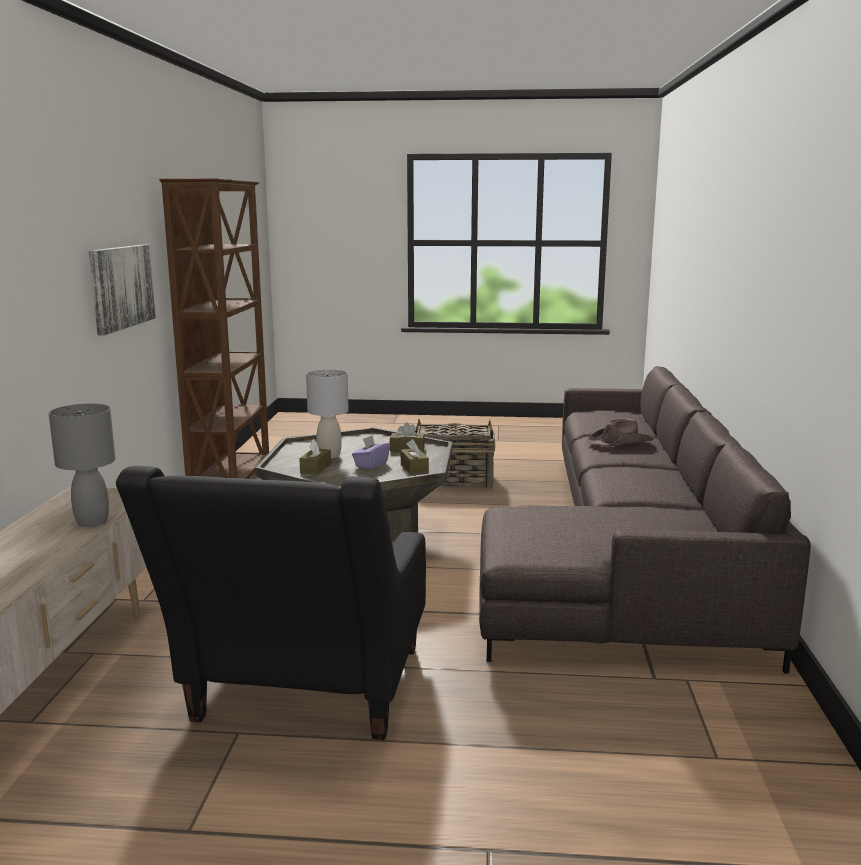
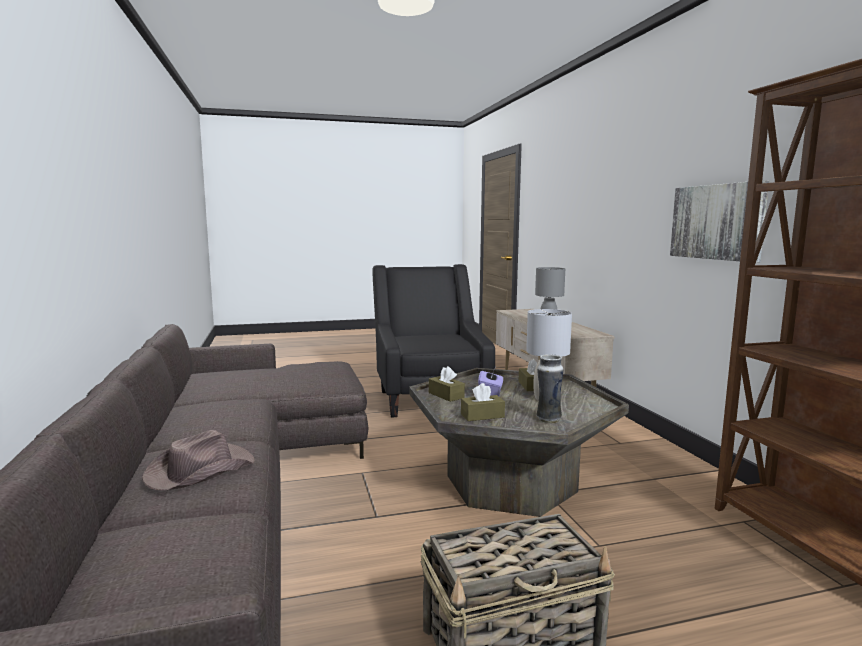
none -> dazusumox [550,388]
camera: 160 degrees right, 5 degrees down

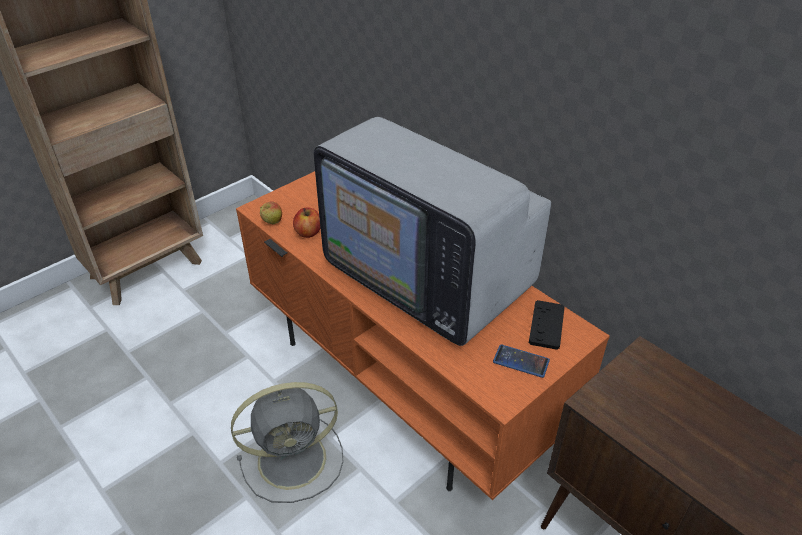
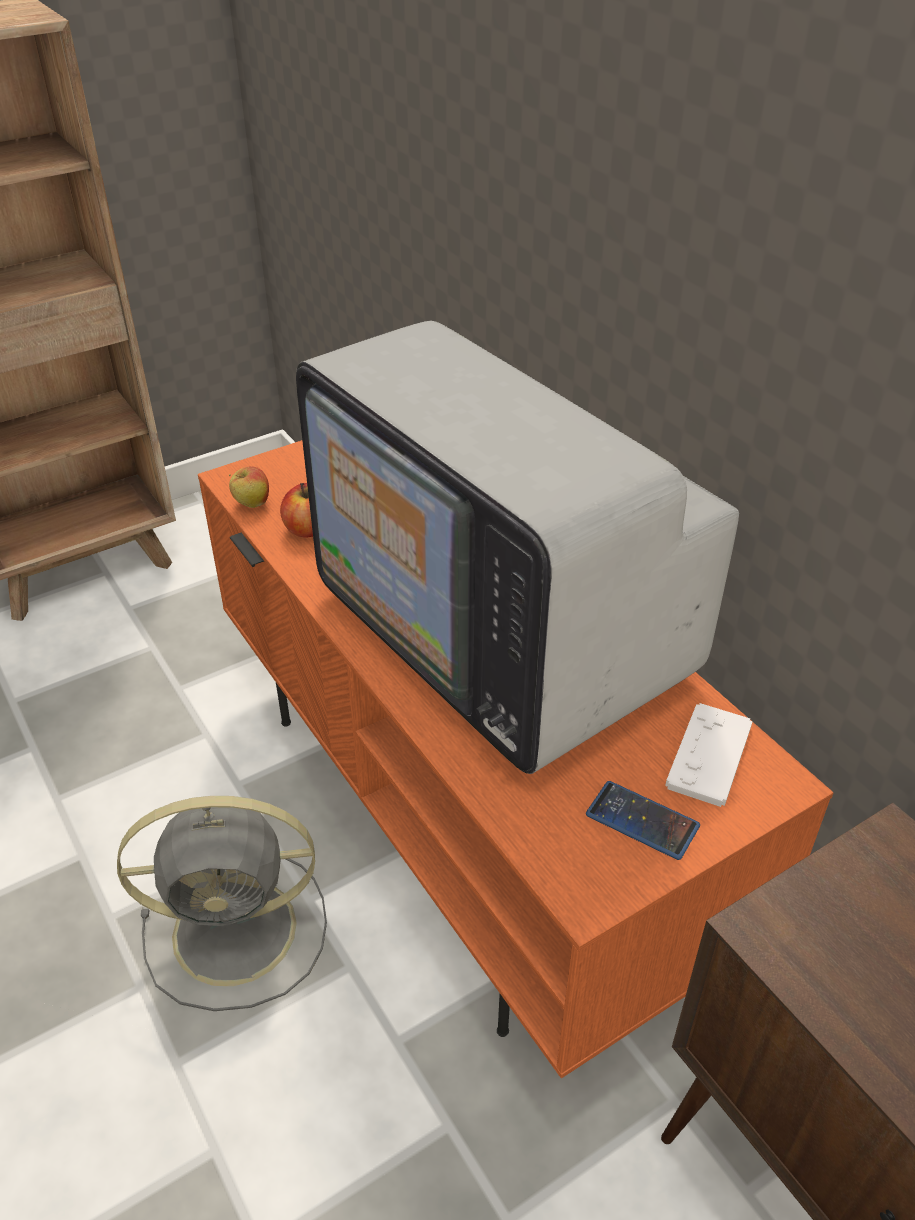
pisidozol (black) [547,325] -> pisidozol (white) [709,755]
camera: 10 degrees right, 0 degrees up

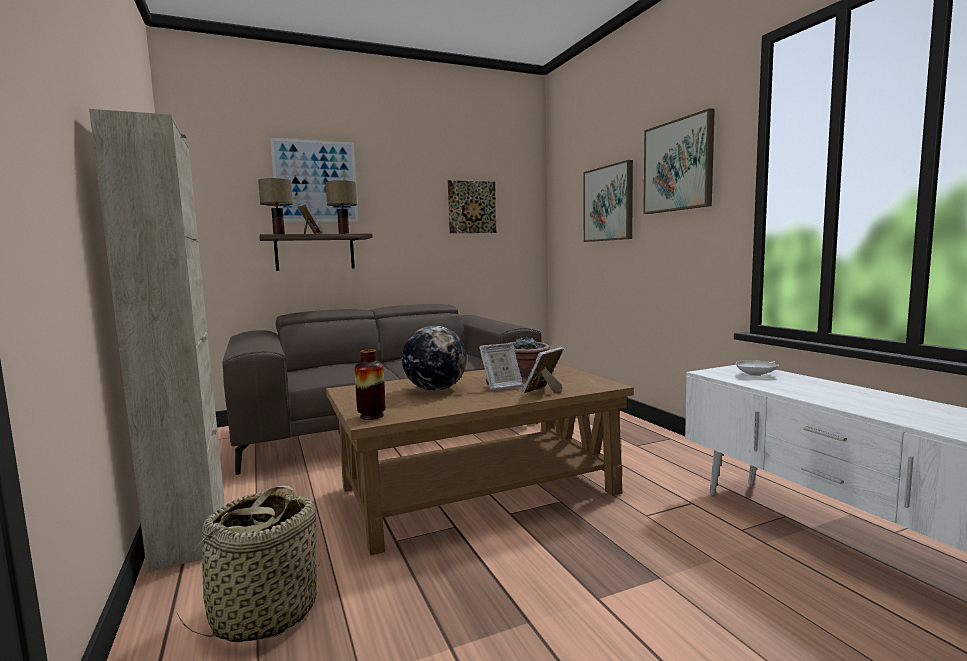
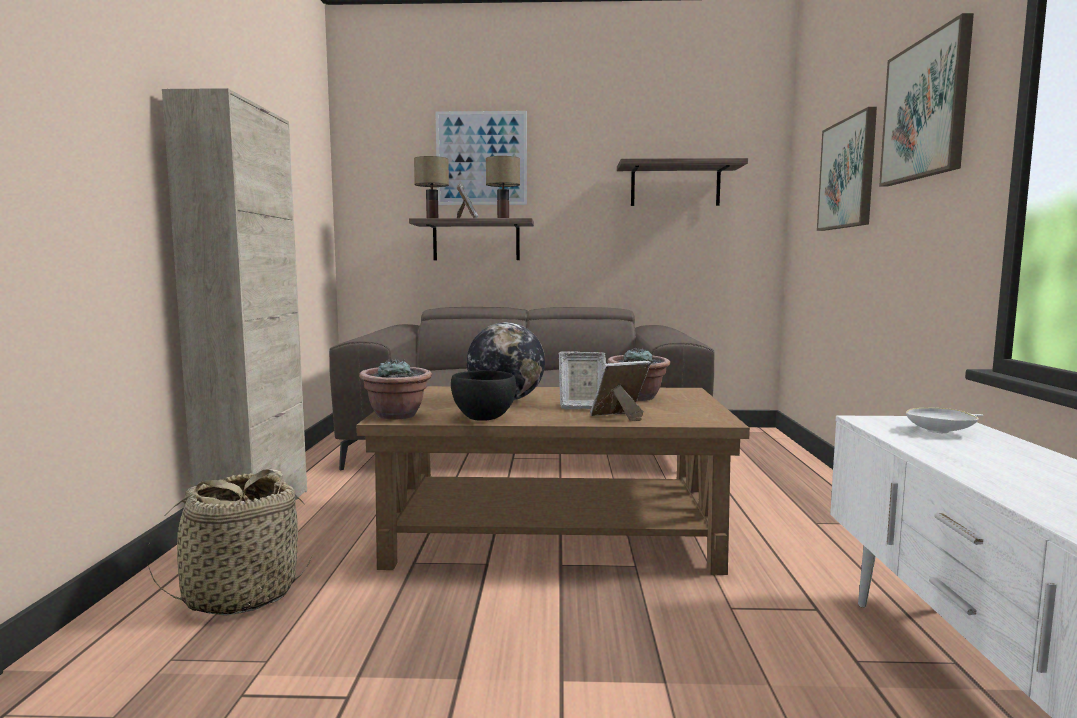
dazusumox [370,384] -> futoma [395,389]
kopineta [472,206] -> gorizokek [682,182]
none -> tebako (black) [483,395]
camera: 25 degrees right, 0 degrees up

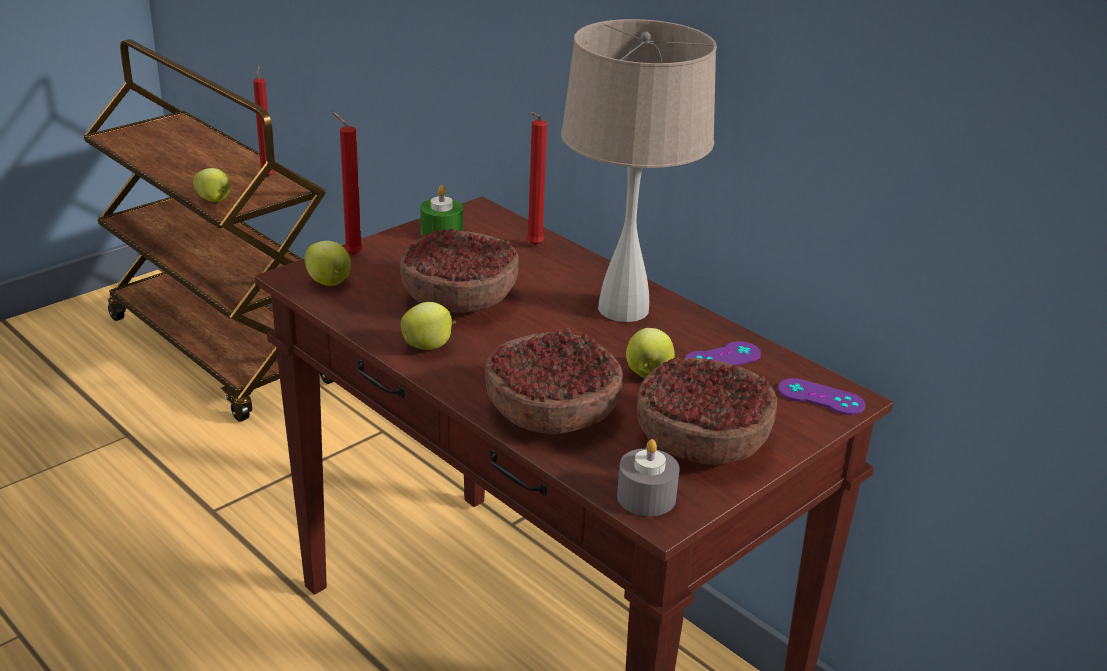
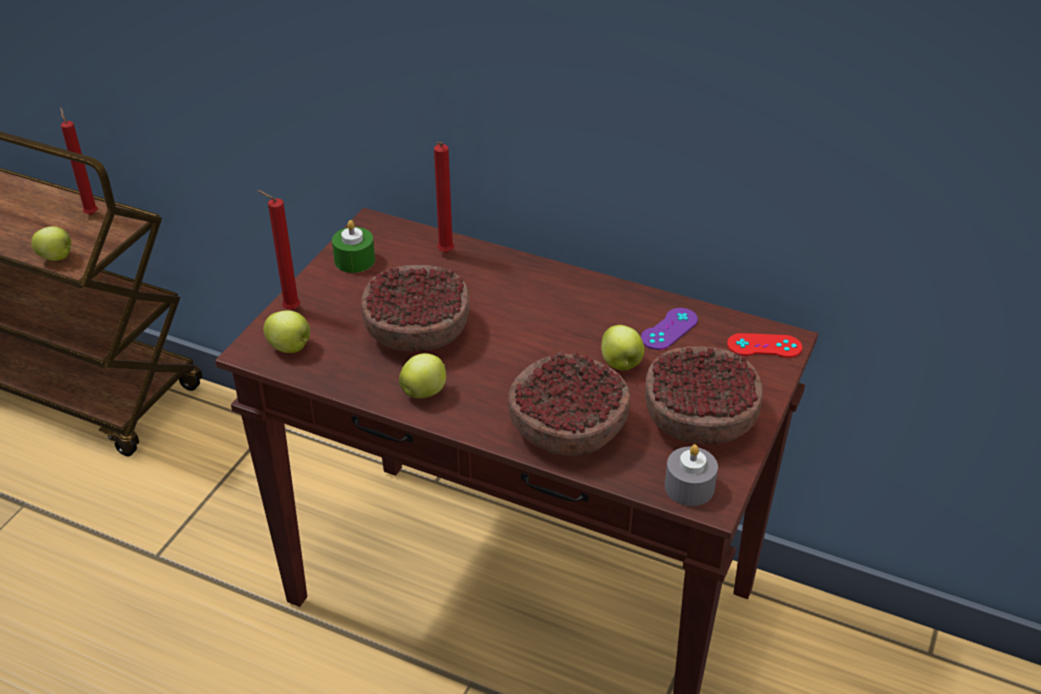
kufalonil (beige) [639,170] -> none
pisidozol (purple) [821,396] -> pisidozol (red) [764,345]
camera: 20 degrees left, 10 degrees up

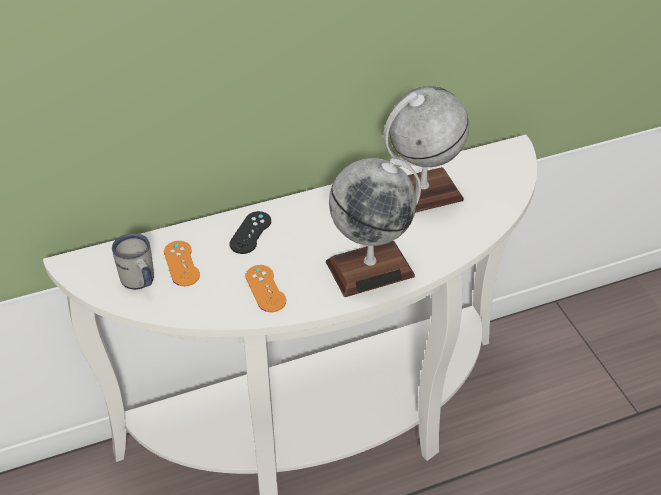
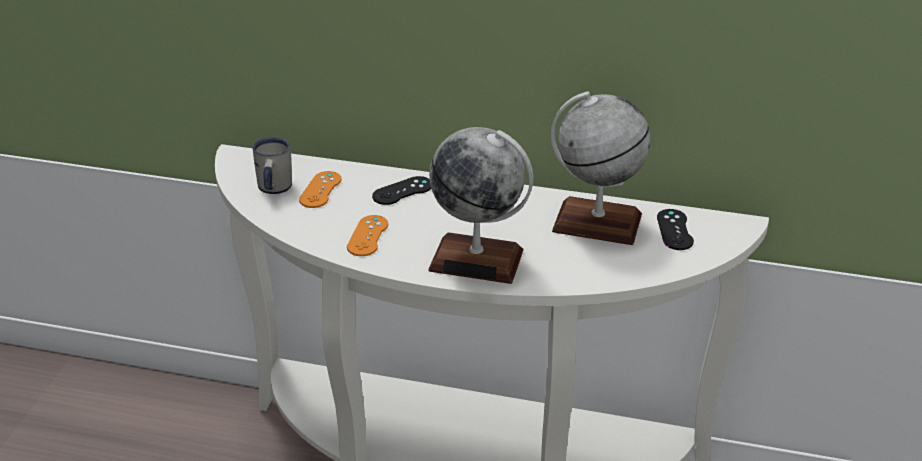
none -> pisidozol (black) [675,229]
camera: 35 degrees right, 10 degrees down

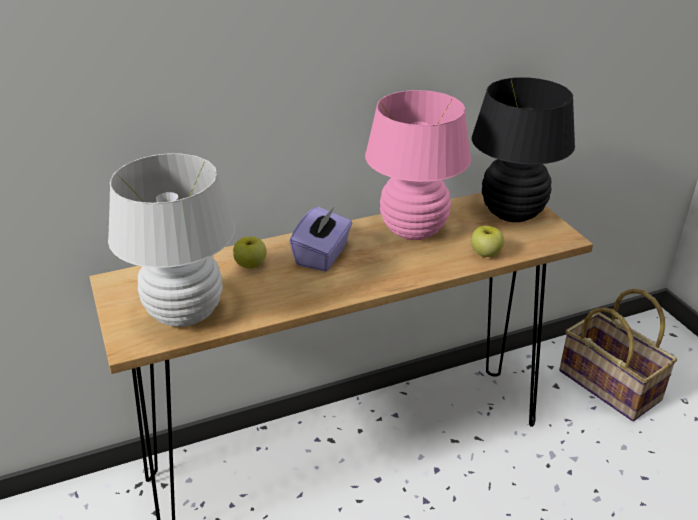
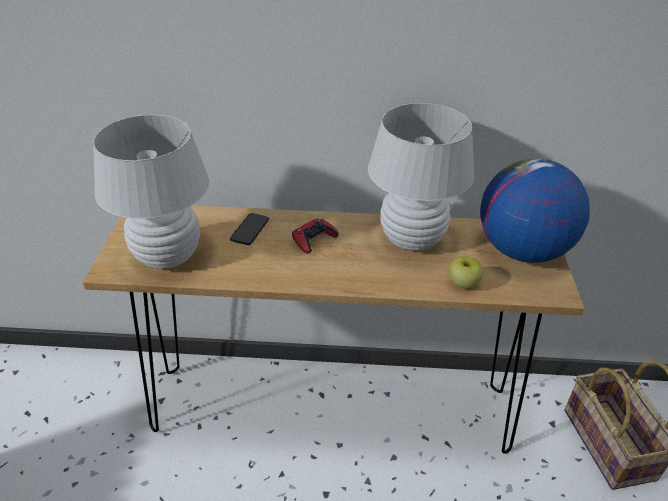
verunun [249,252] -> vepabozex [249,229]
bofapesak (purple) [320,239] -> pisidozol (red) [315,236]
kufalonil (pink) [418,165] -> kufalonil (white) [421,177]
kufalonil (black) [523,149] -> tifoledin [535,211]
camera: 25 degrees right, 5 degrees up

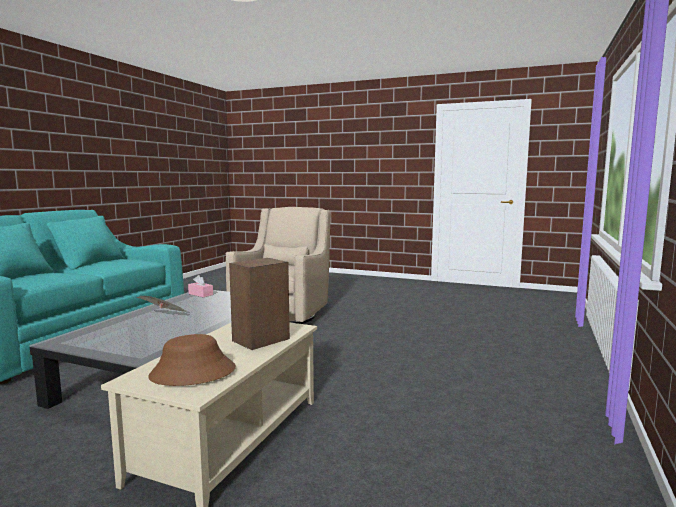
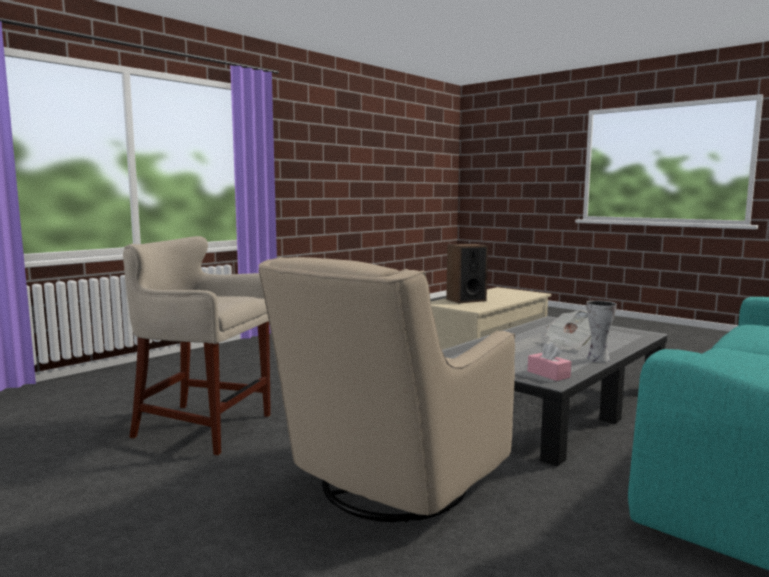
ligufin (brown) [192,360] -> none
none -> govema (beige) [197,346]
none -> dazusumox [602,331]
camera: 160 degrees left, 0 degrees up

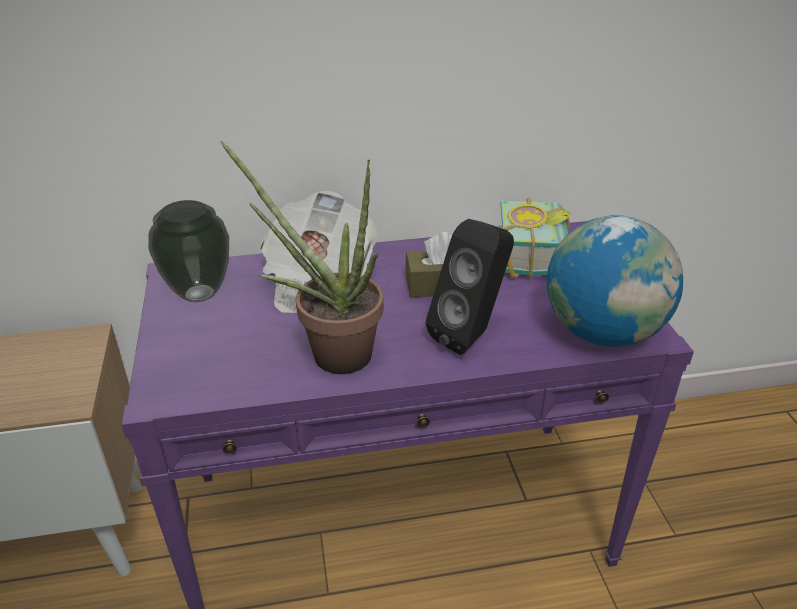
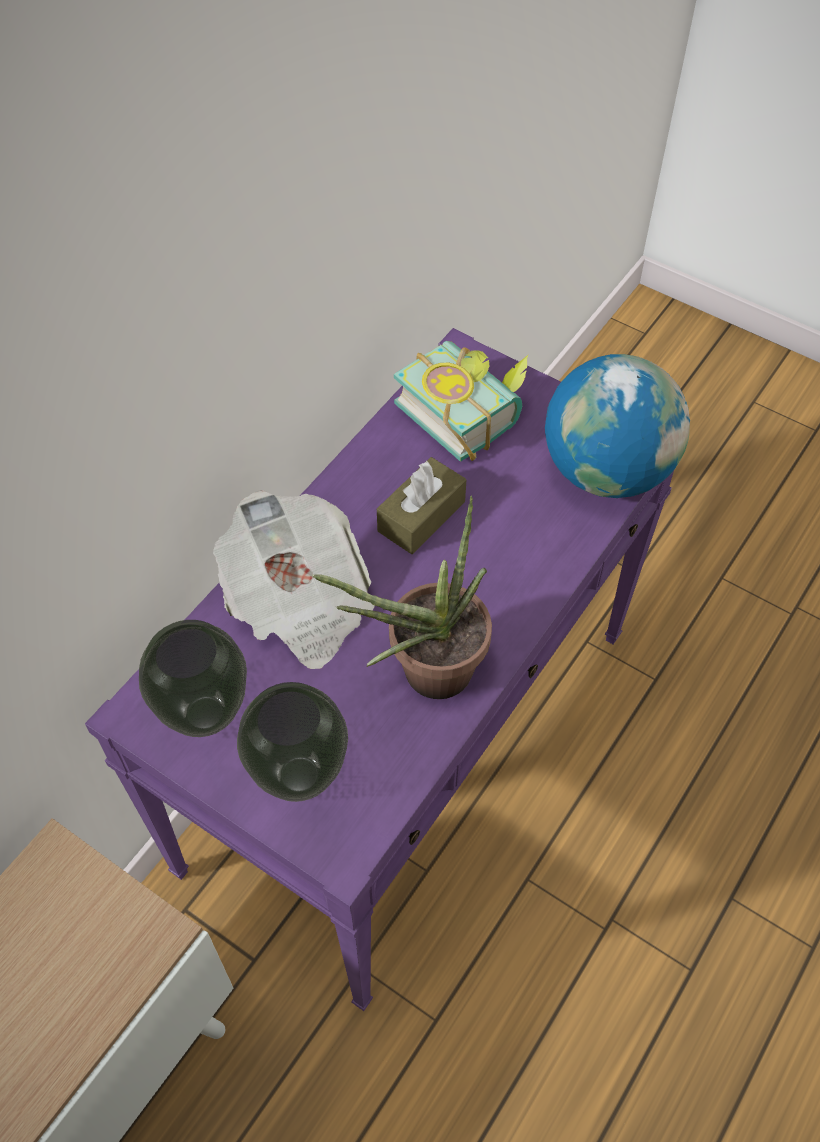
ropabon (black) [470,287] -> none
none -> dazusumox [292,742]
camera: 45 degrees left, 20 degrees up

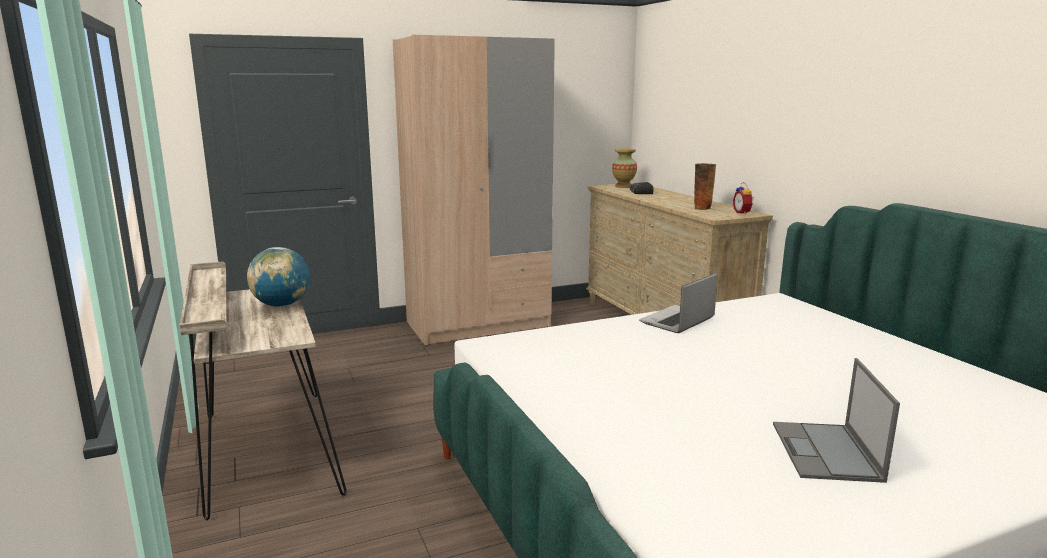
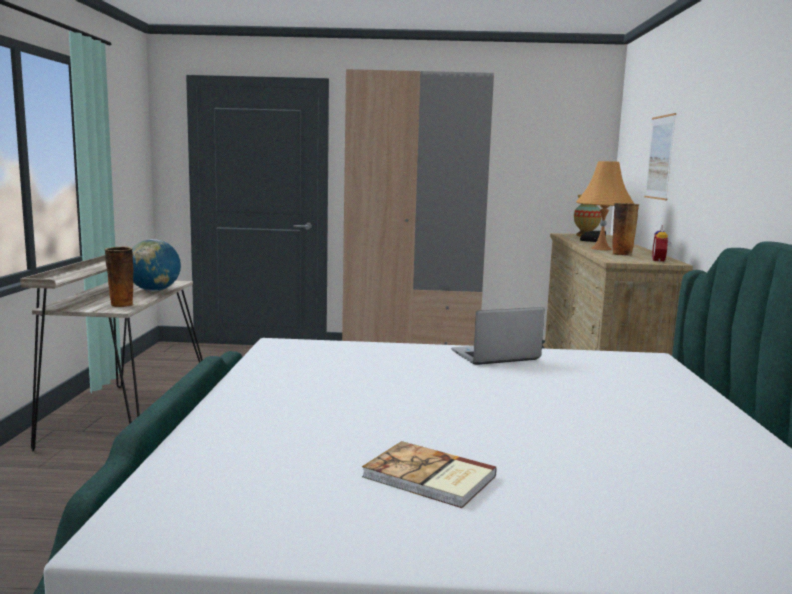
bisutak [836,420] -> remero [429,474]
none -> dazusumox [118,277]
none -> kufalonil (orange) [605,205]
none -> kopineta [660,156]
camera: 25 degrees right, 5 degrees down

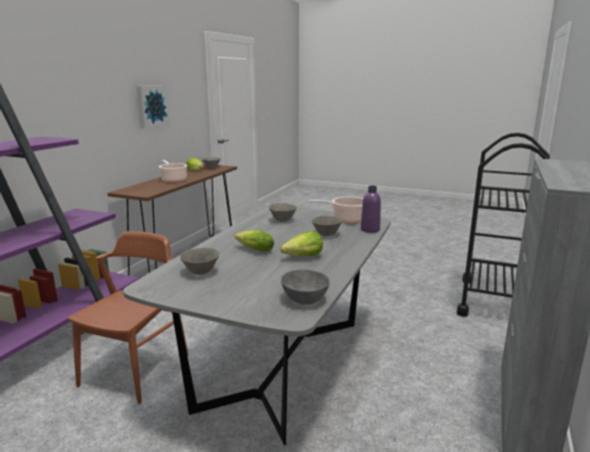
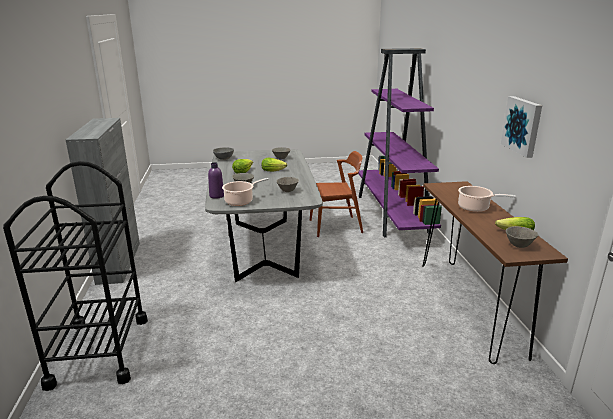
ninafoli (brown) [128,317] -> ninafoli (brown) [336,194], 90 degrees counterclockwise
camera: 150 degrees right, 5 degrees up

